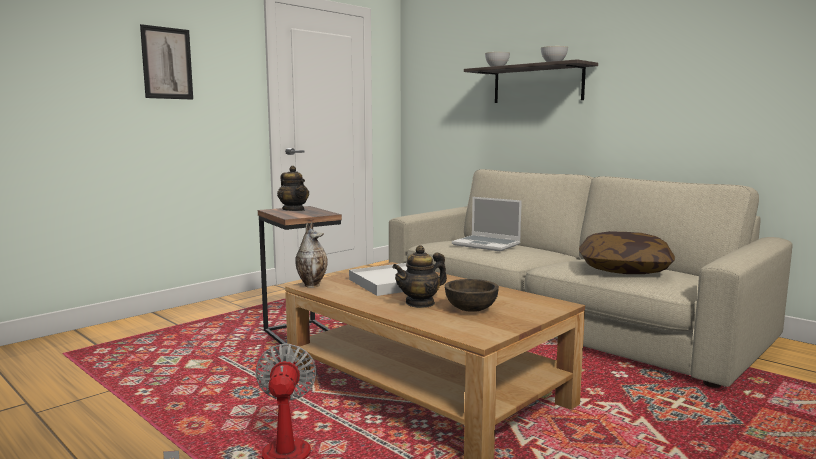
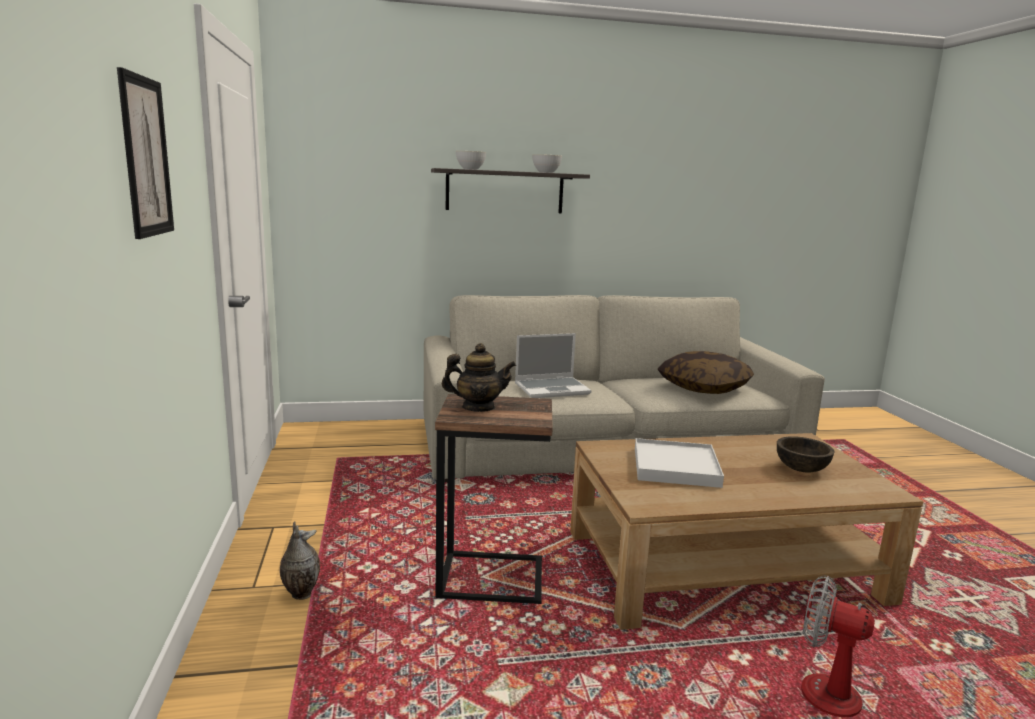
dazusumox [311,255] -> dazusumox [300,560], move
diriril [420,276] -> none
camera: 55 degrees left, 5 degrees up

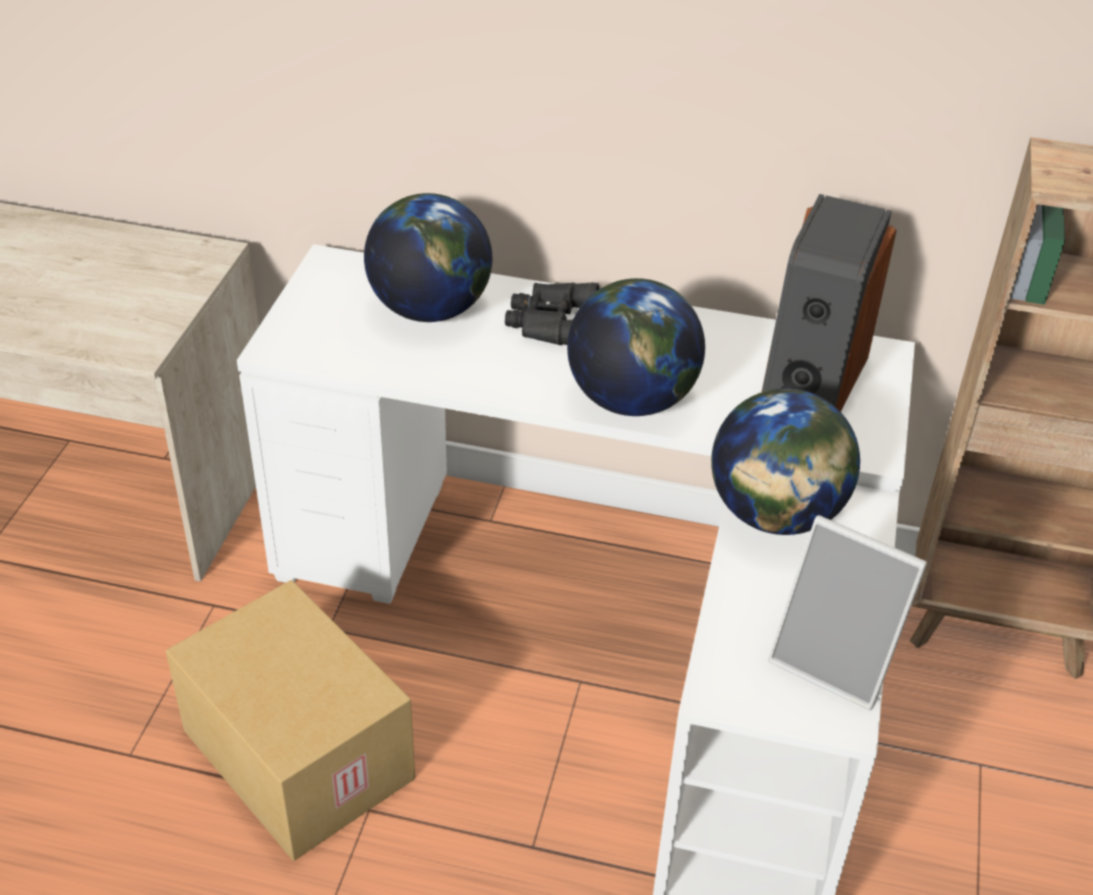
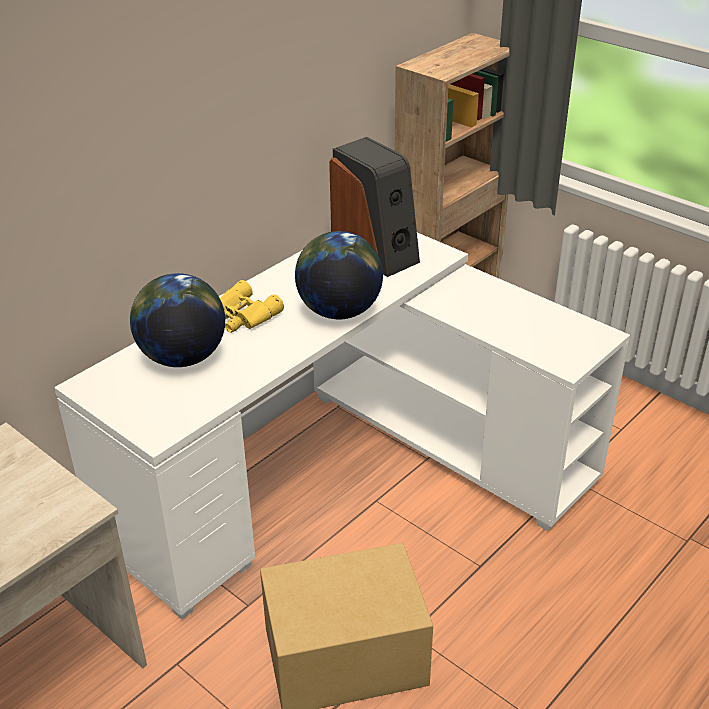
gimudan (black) [552,314] -> gimudan (yellow) [252,306]
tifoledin [785,461] -> none
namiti [847,612] -> none
camera: 60 degrees left, 5 degrees down

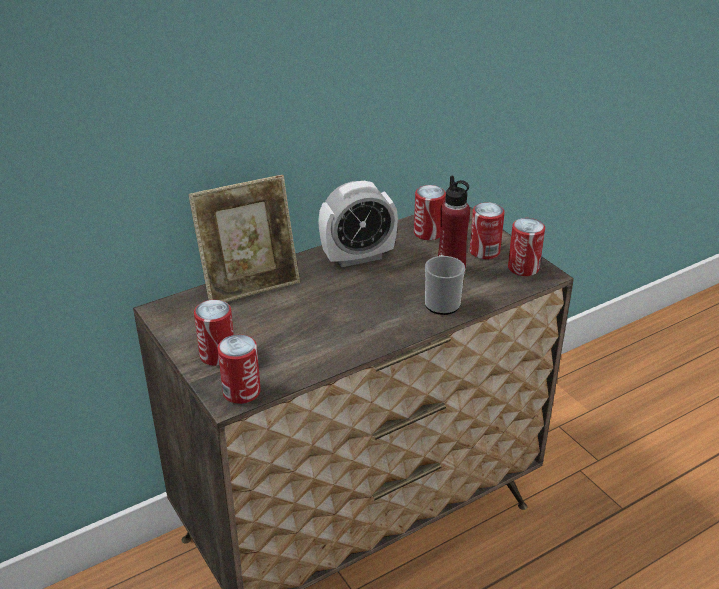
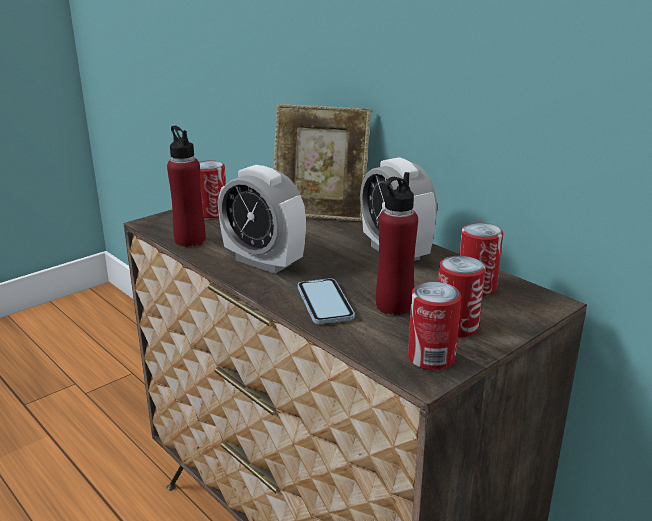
namiti [244,238] -> namiti [322,162], 45 degrees counterclockwise
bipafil [239,369] -> none
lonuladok [445,285] -> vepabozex [326,301]
none -> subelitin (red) [186,186]
none -> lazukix [262,219]
camera: 80 degrees right, 10 degrees down

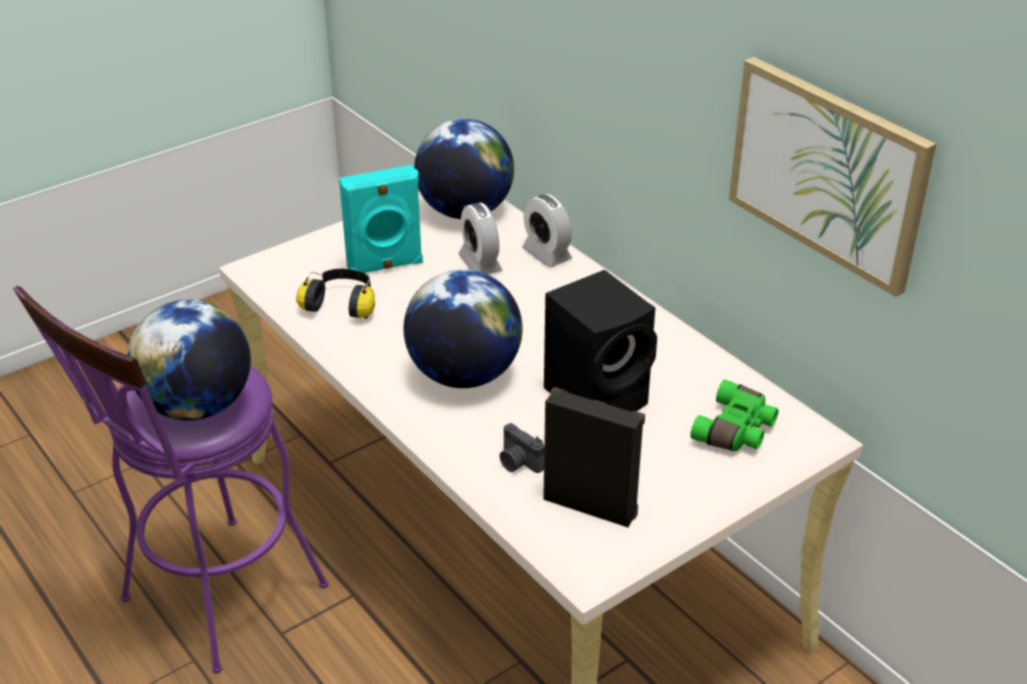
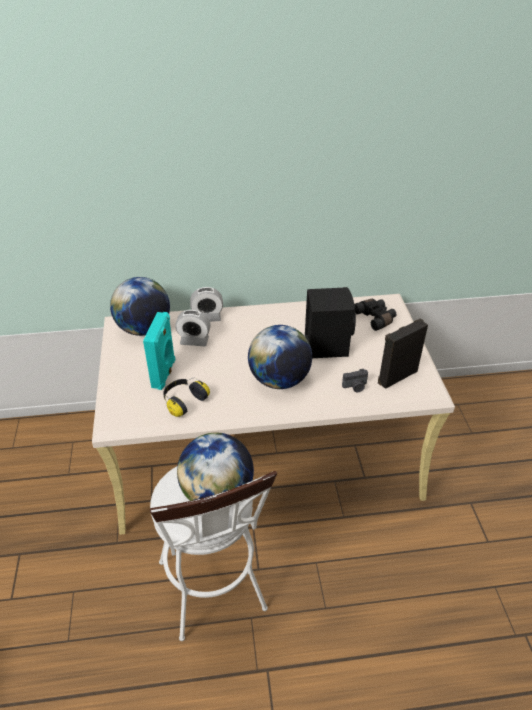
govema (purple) [170,479] -> govema (white) [213,553]
gimudan (green) [734,415] -> gimudan (black) [375,315]
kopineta [832,177] -> none
camera: 60 degrees left, 5 degrees up

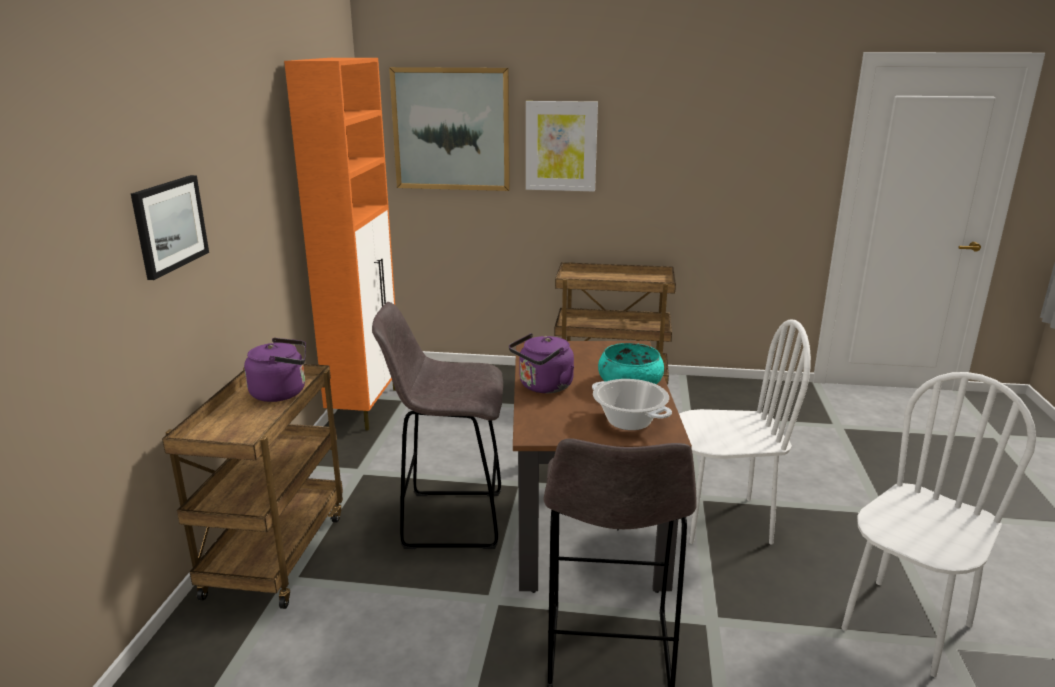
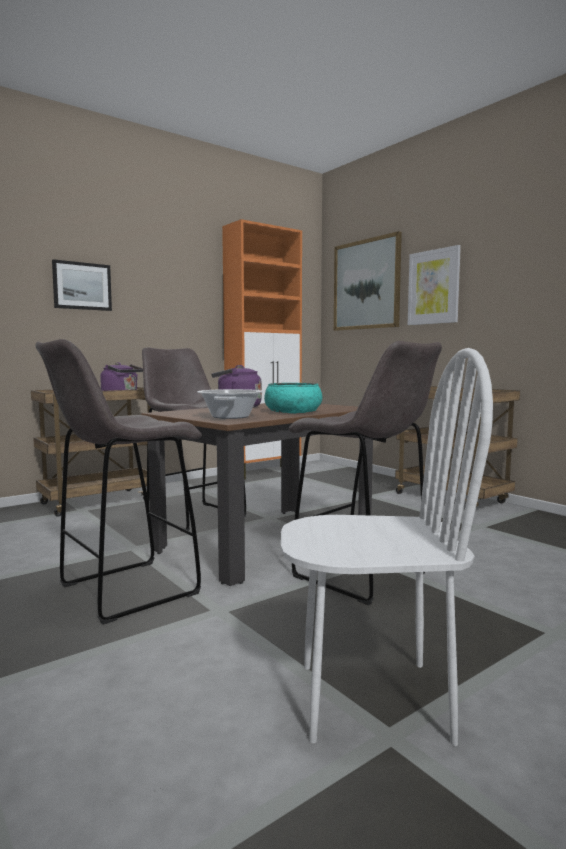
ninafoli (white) [745,432] -> govema (grey) [365,473]
camera: 45 degrees right, 15 degrees down

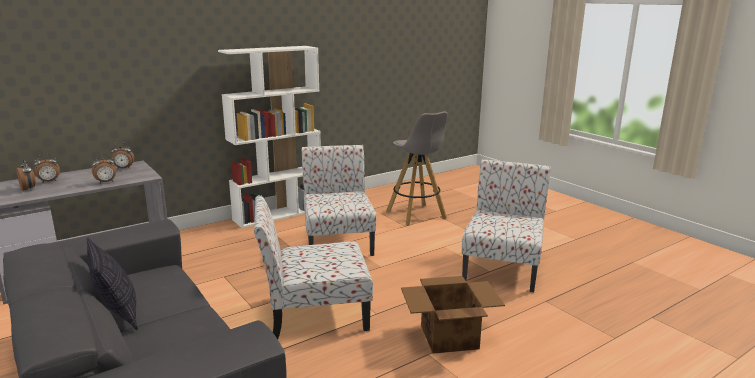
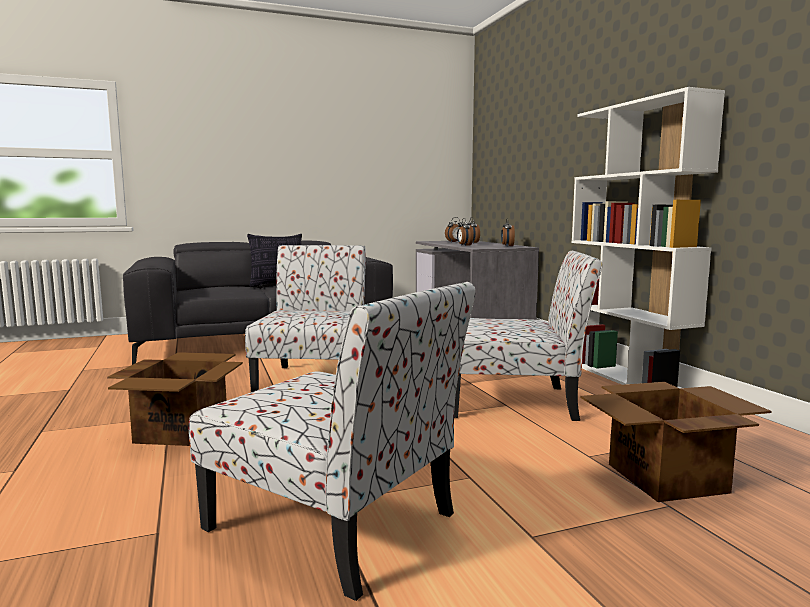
govema (grey) [417,168] -> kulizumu [675,442]
camera: 105 degrees right, 10 degrees down

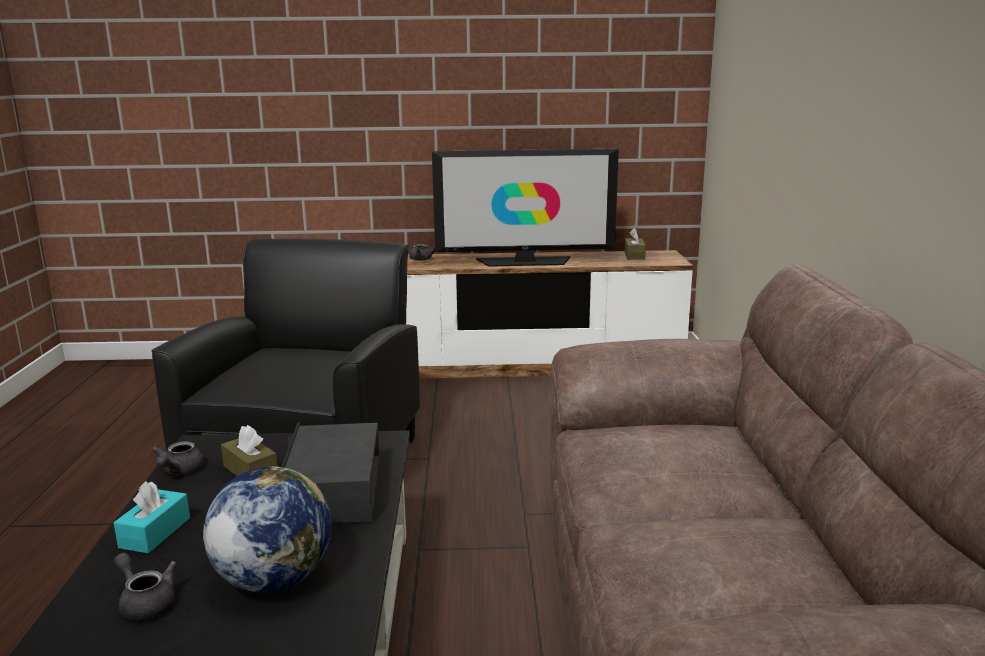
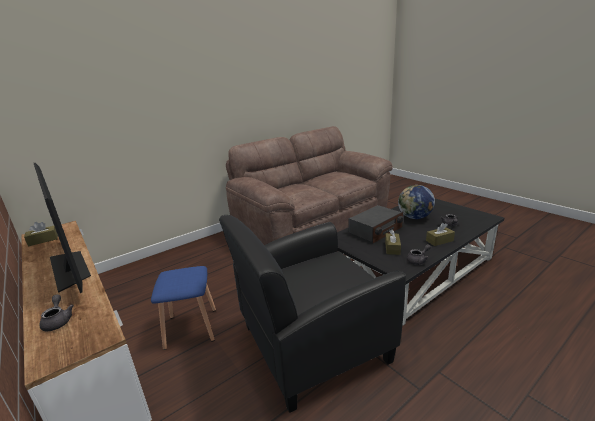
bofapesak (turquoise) [152,517] -> bofapesak (brown) [440,234]
none -> govema (blue) [183,308]
camera: 125 degrees left, 5 degrees up

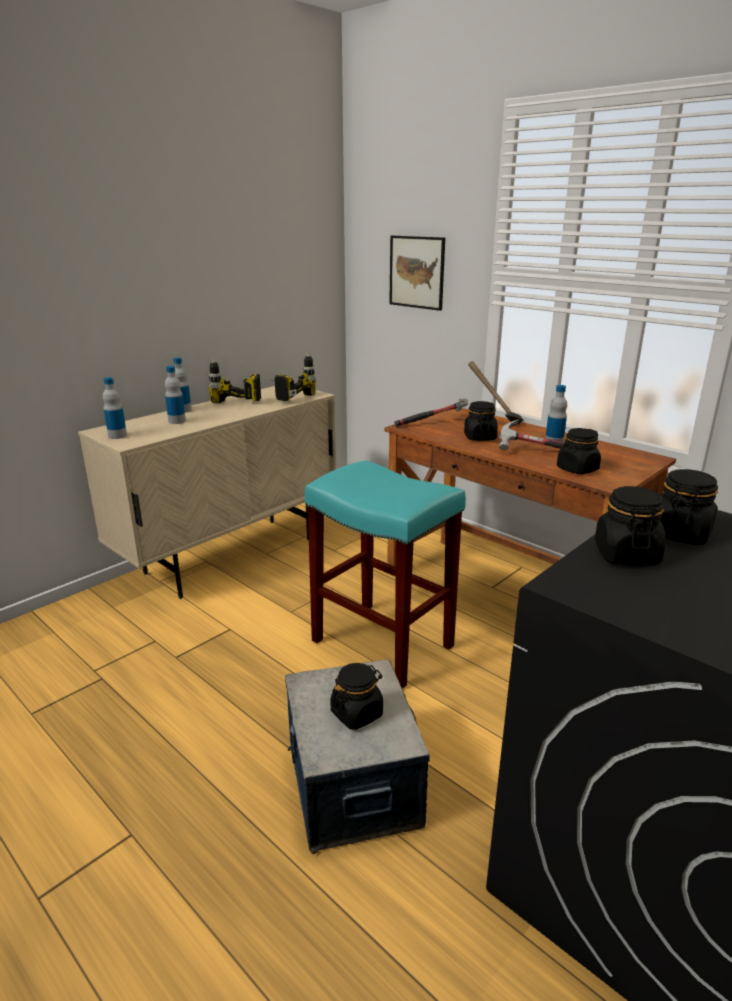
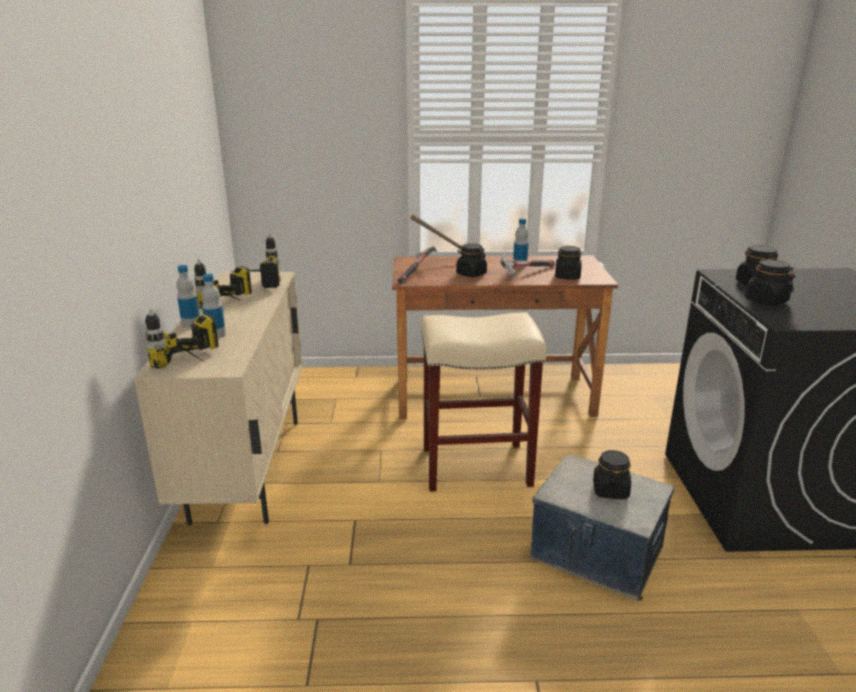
subelitin [115,408] -> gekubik [182,338]
govema (turquoise) [385,574] -> govema (beige) [484,402]
kopineta [417,273] -> none
camera: 45 degrees left, 0 degrees up

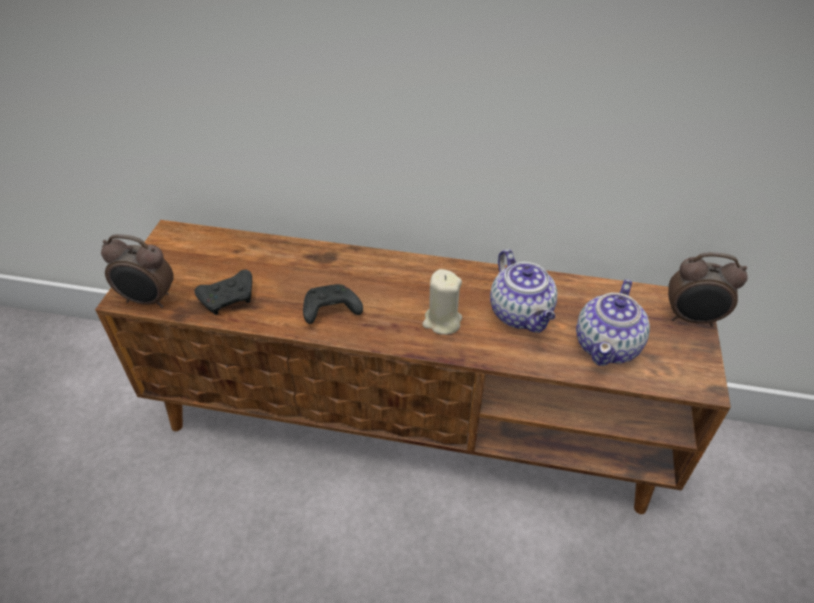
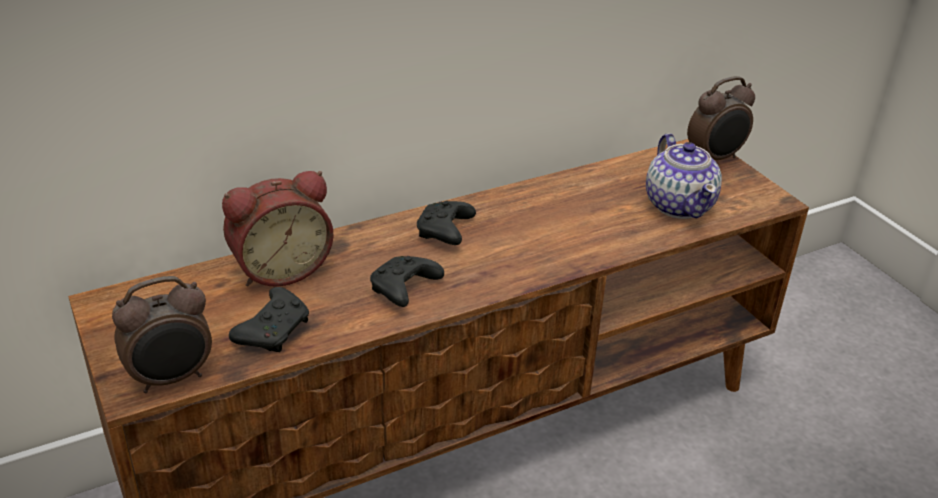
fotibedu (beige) [442,302] -> none
diriril [523,291] -> none
none -> lazukix [278,229]
none -> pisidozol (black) [446,223]
camera: 40 degrees left, 10 degrees down

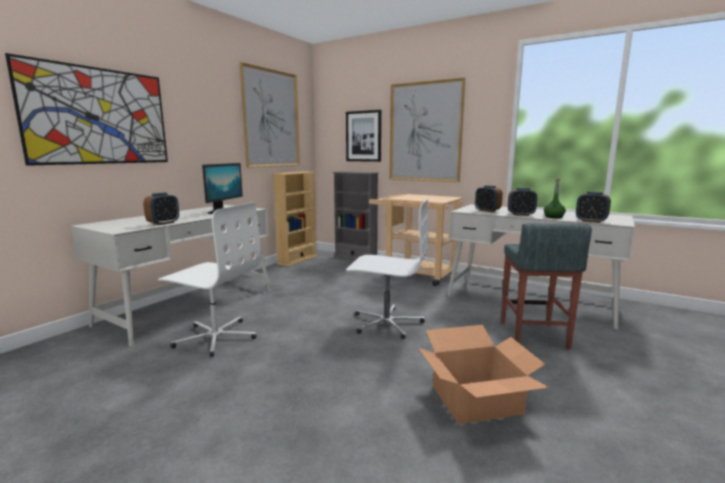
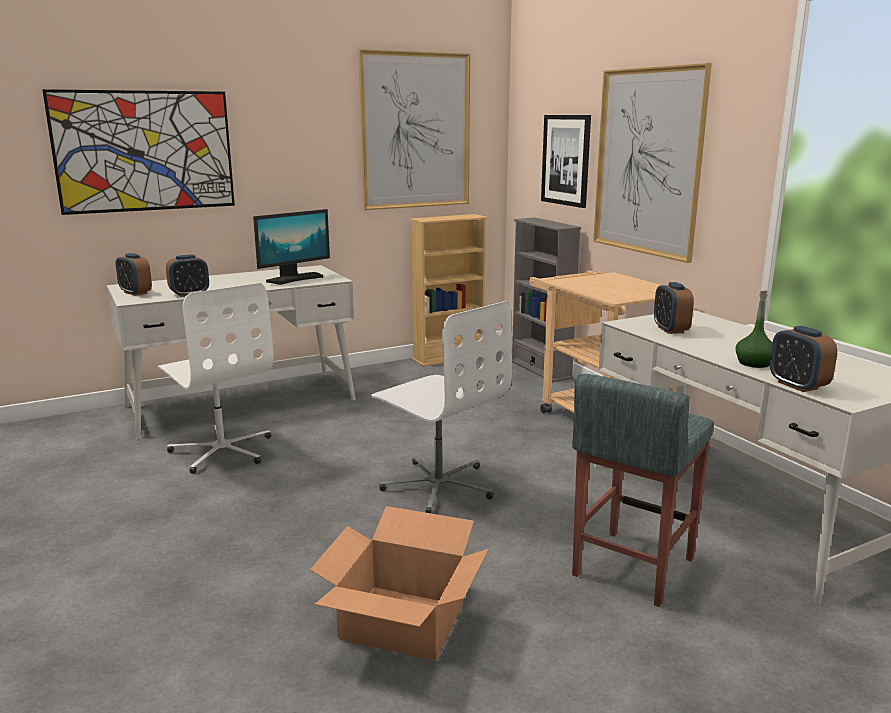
lazukix [522,202] -> lazukix [134,274], move
camera: 30 degrees right, 5 degrees up

